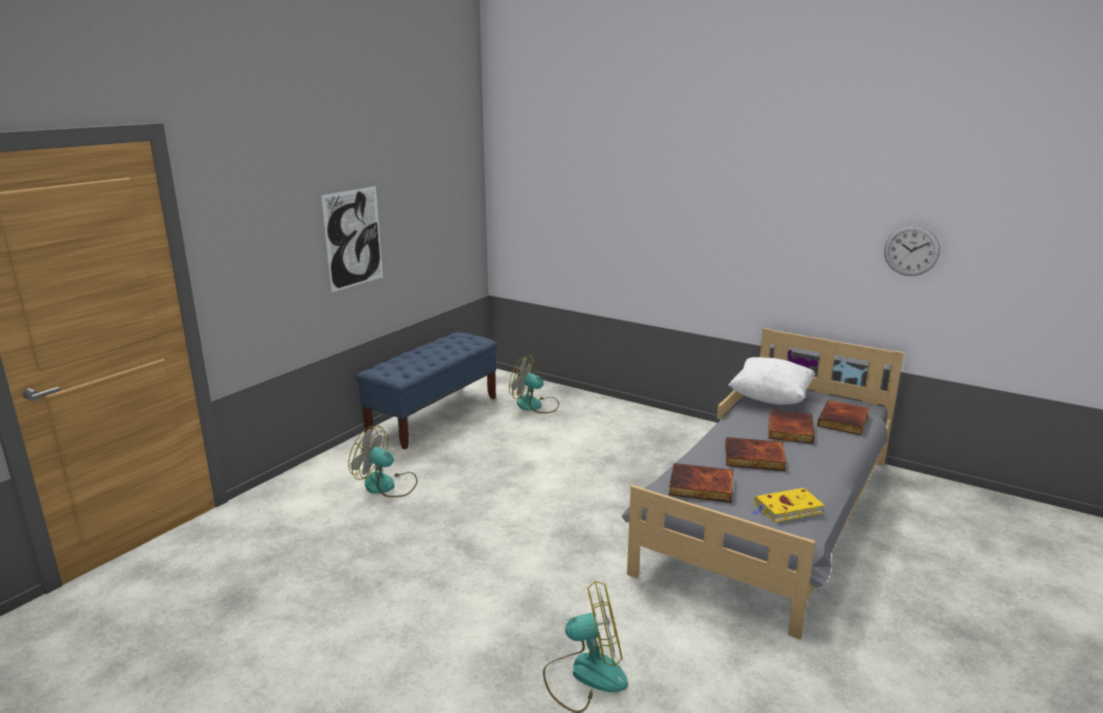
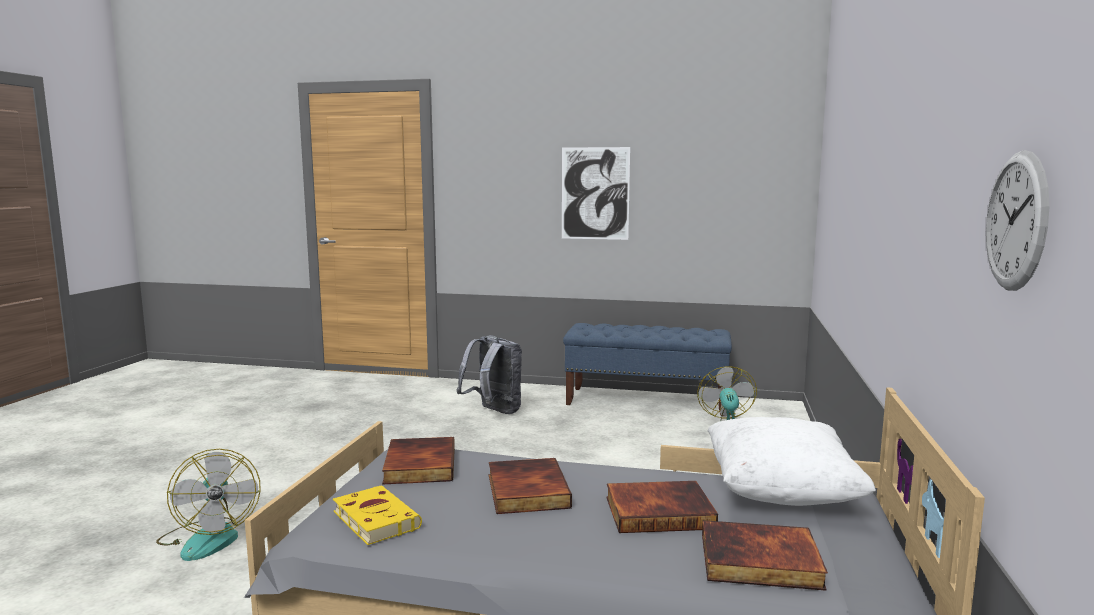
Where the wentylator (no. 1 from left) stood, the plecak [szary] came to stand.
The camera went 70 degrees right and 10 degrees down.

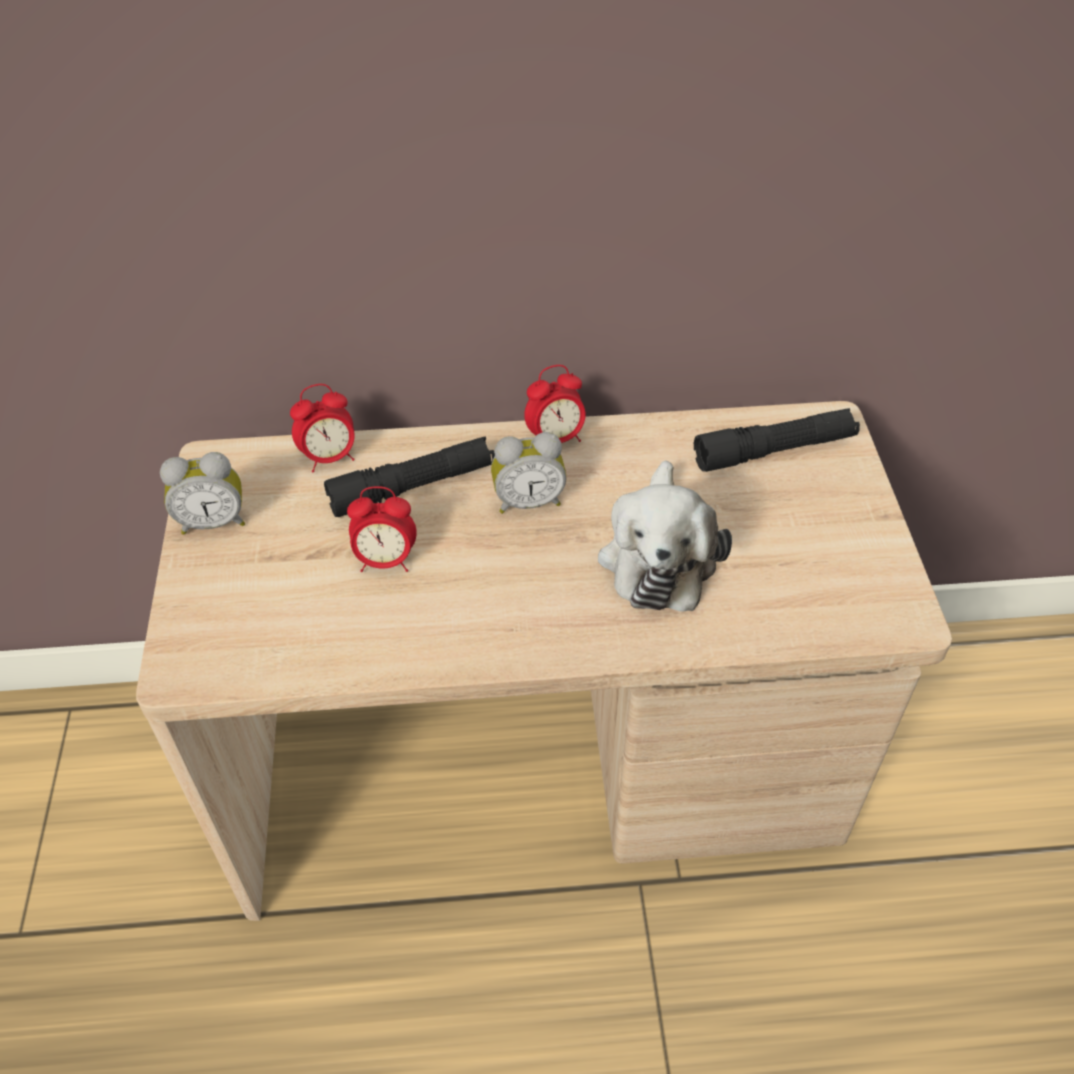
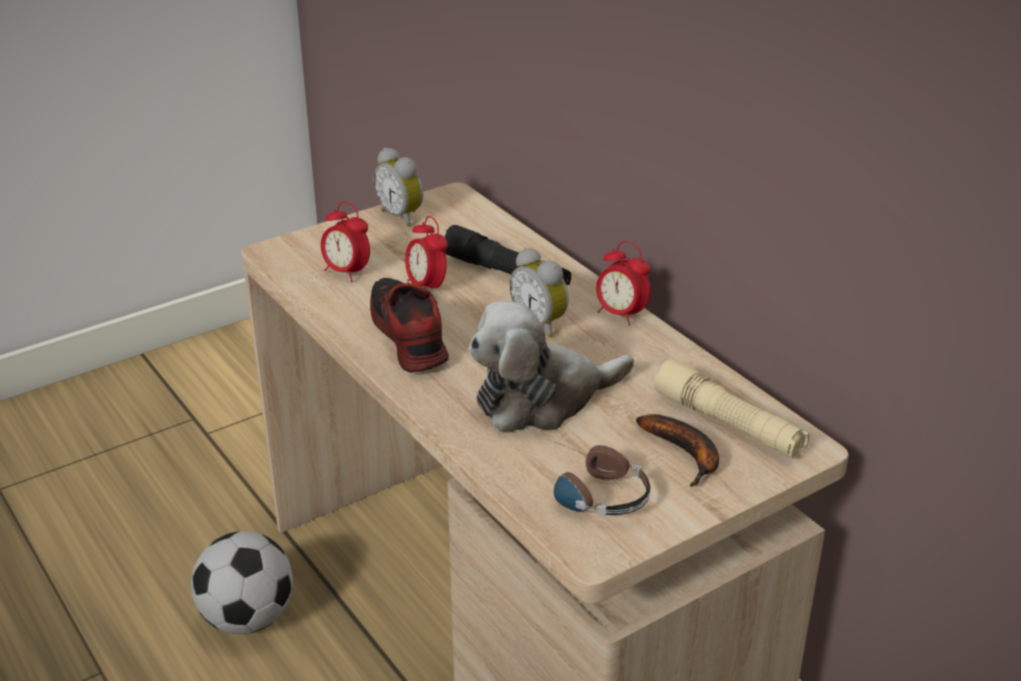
The second view gained the piłka futbolowa.
The second view gained the but.
The second view gained the słuchawki.
The second view gained the banan.
The budzik (no. 2 from left in the first image) ended up elsewhere.
What was the latarka [czarny] (no. 2 from left) turned into the latarka [beżowy].
The camera went 60 degrees right and 15 degrees down.

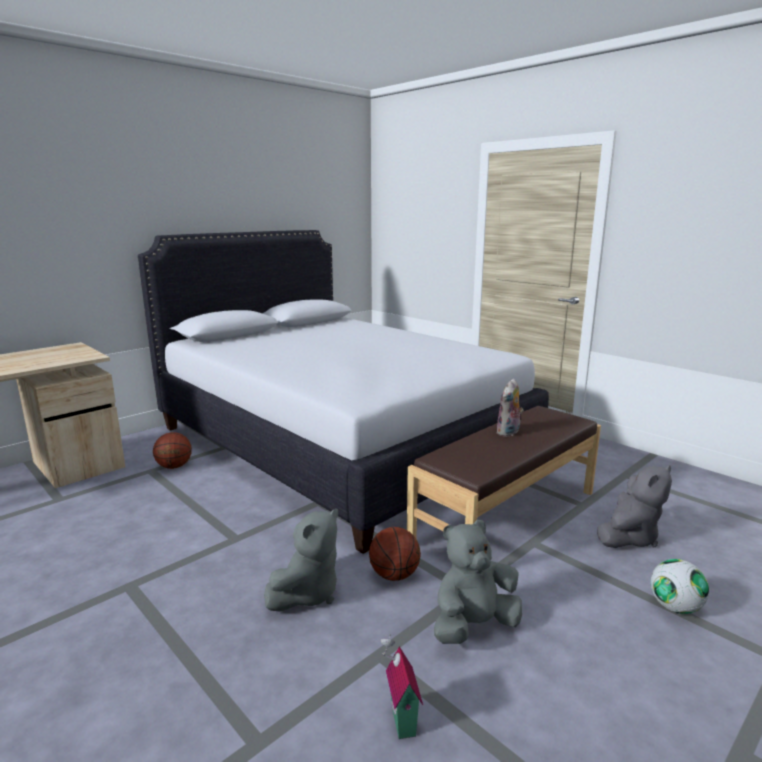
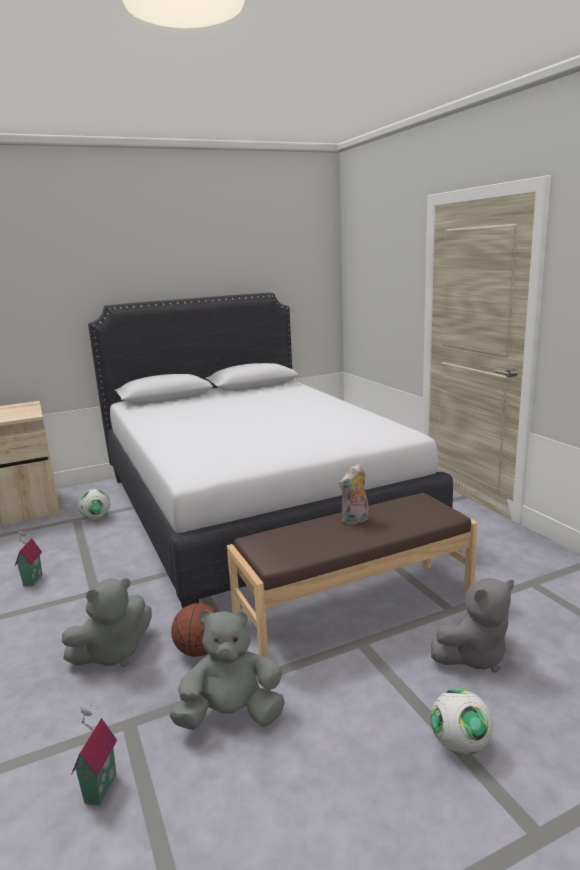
The second view gained the domek (no. 1 from left).
Where the piłka do koszykówki (no. 1 from left) stood, the piłka futbolowa (no. 1 from left) came to stand.
The camera went 20 degrees right and 0 degrees up.

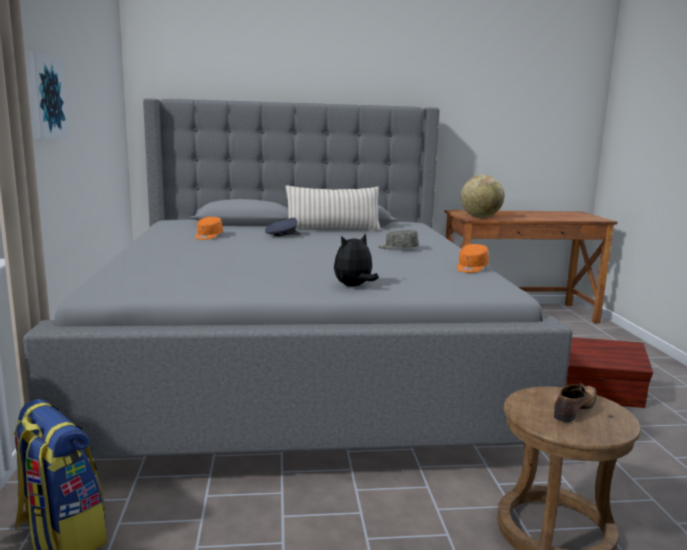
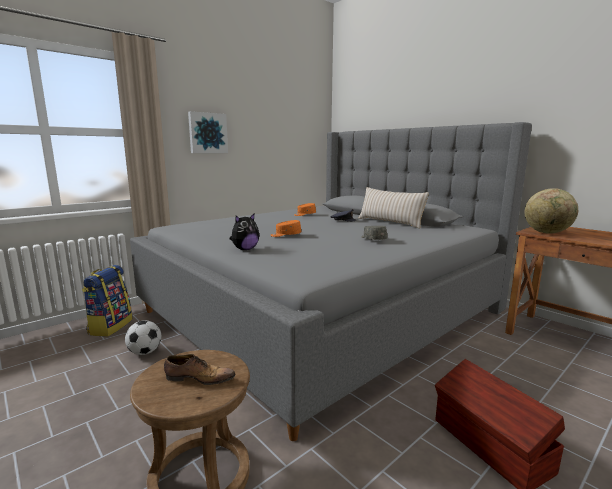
The second view gained the piłka futbolowa.
The czapka z daszkiem [pomarańczowy] (no. 2 from left in the first image) ended up elsewhere.
The pluszak ended up facing another way, 120 degrees clockwise from before.
The camera went 55 degrees right and 0 degrees up.

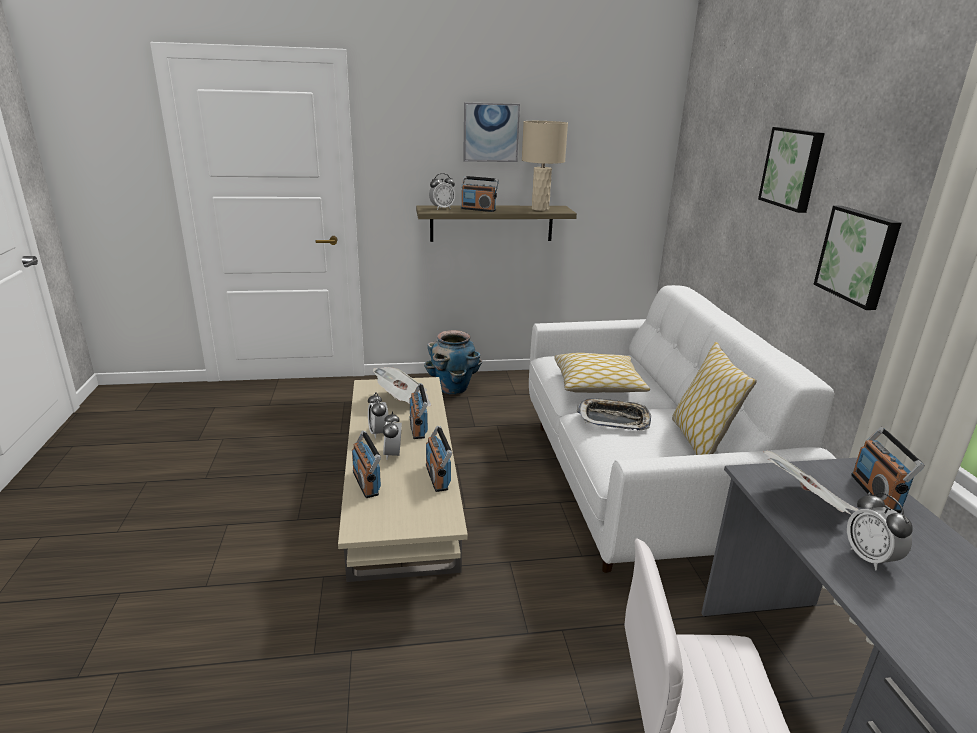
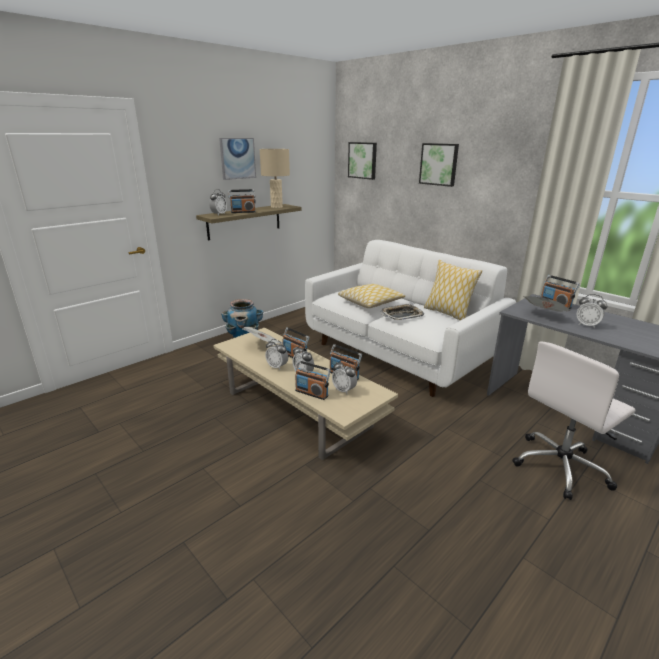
The second view gained the budzik (no. 4 from left).
The obraz (no. 3 from left in the first image) ended up elsewhere.
The camera went 35 degrees left and 0 degrees up.

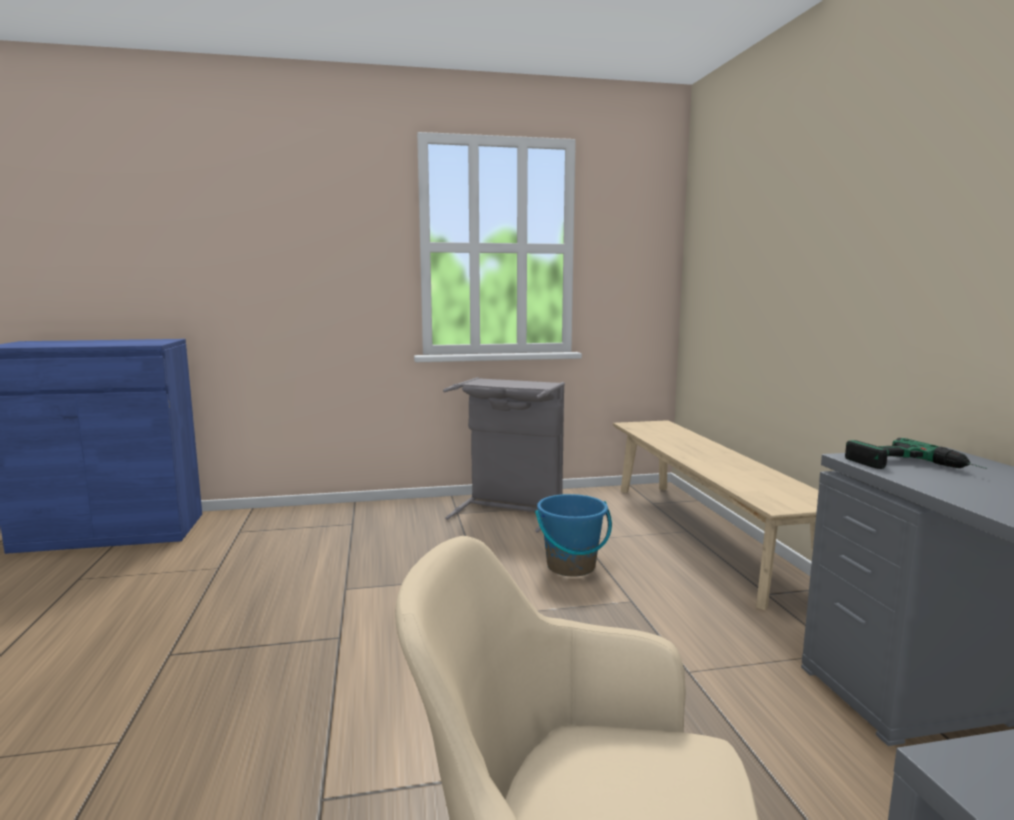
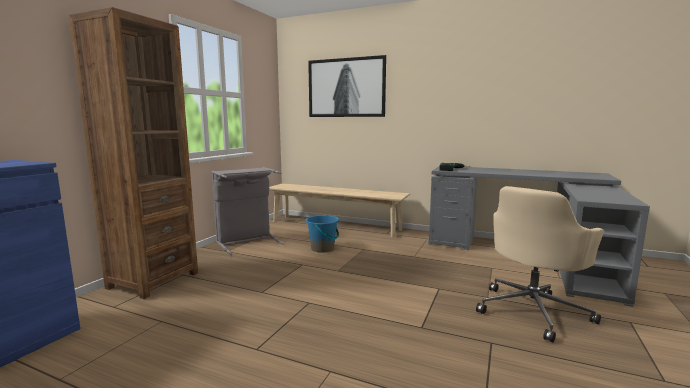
The second view gained the regał [brązowy].
The second view gained the obraz.
The camera went 55 degrees left and 0 degrees up.

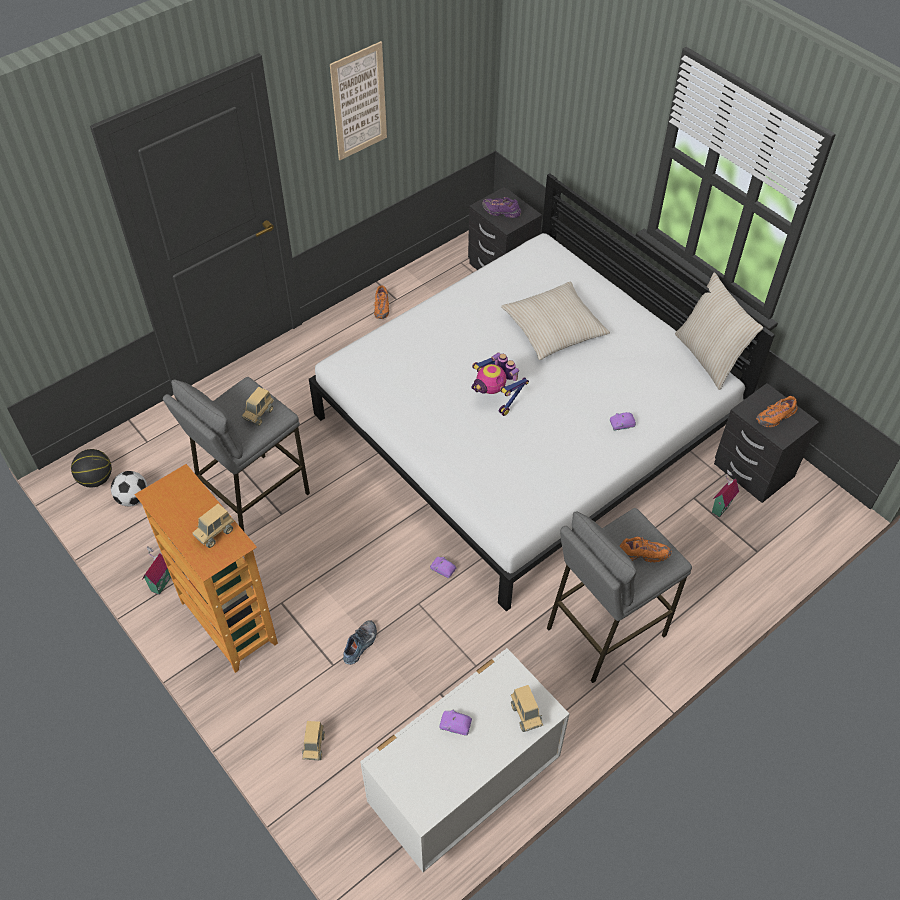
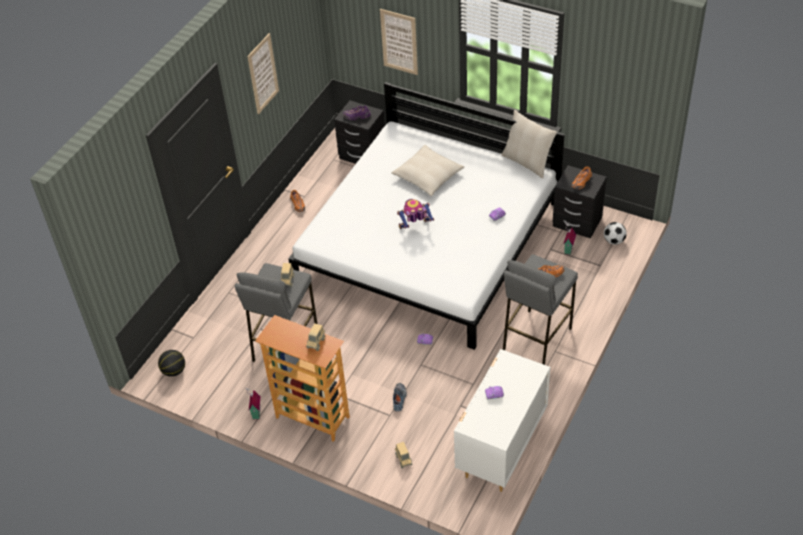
The second view lost the ciężarówka zabawkowa (no. 4 from left).
The second view gained the obraz (no. 2 from left).
The piłka futbolowa ended up elsewhere.
The robot zabawkowy ended up facing another way, 135 degrees clockwise from before.
The camera went 20 degrees left and 5 degrees down.

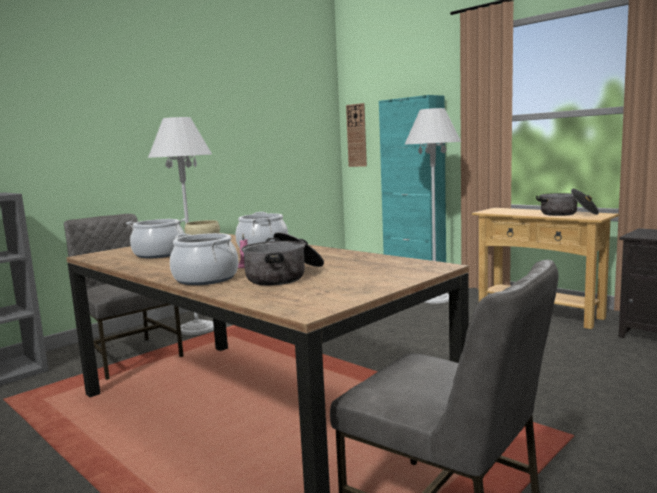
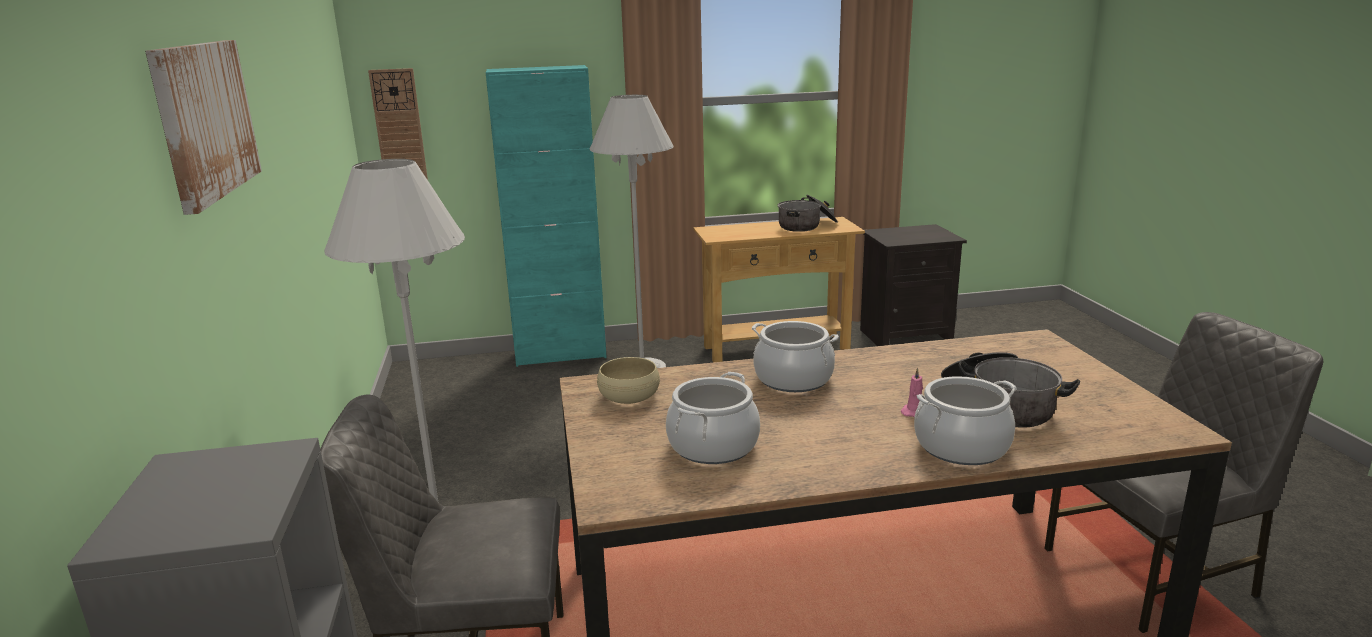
The second view gained the obraz.
The camera went 55 degrees left and 10 degrees up.

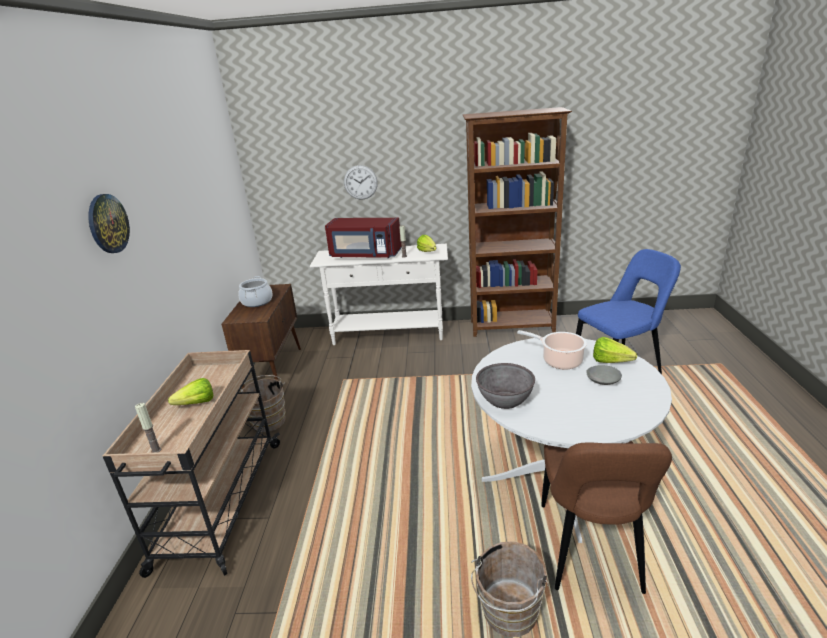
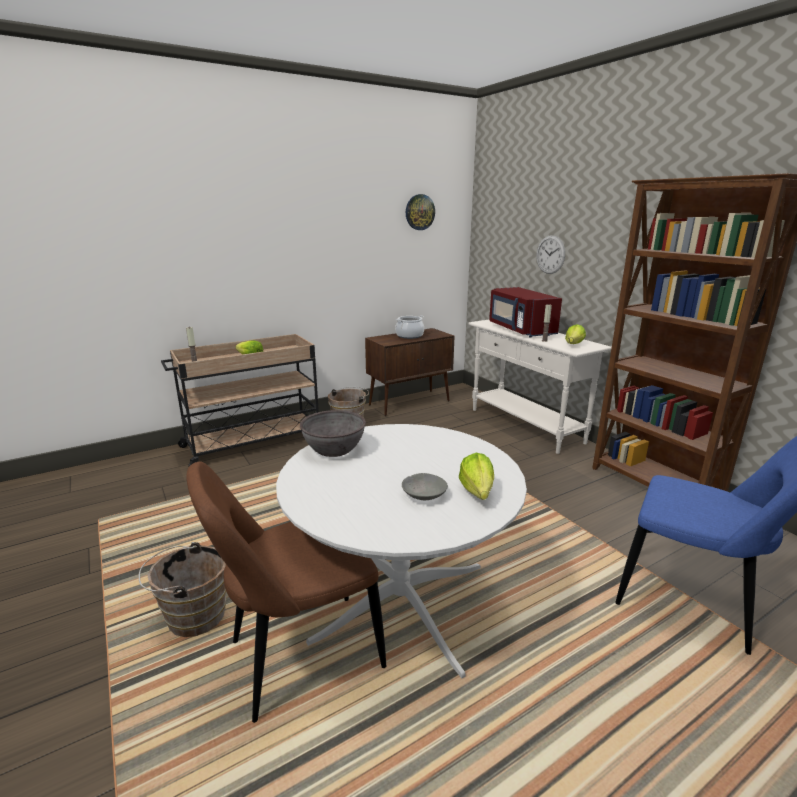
The second view lost the garnek (no. 2 from left).
The zegar ścienny (no. 1 from left) ended up elsewhere.
The camera went 55 degrees right and 5 degrees down.

